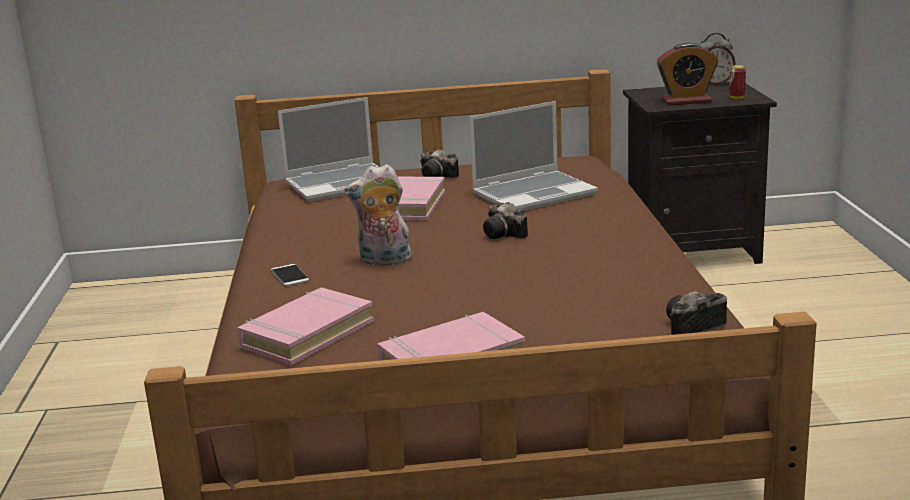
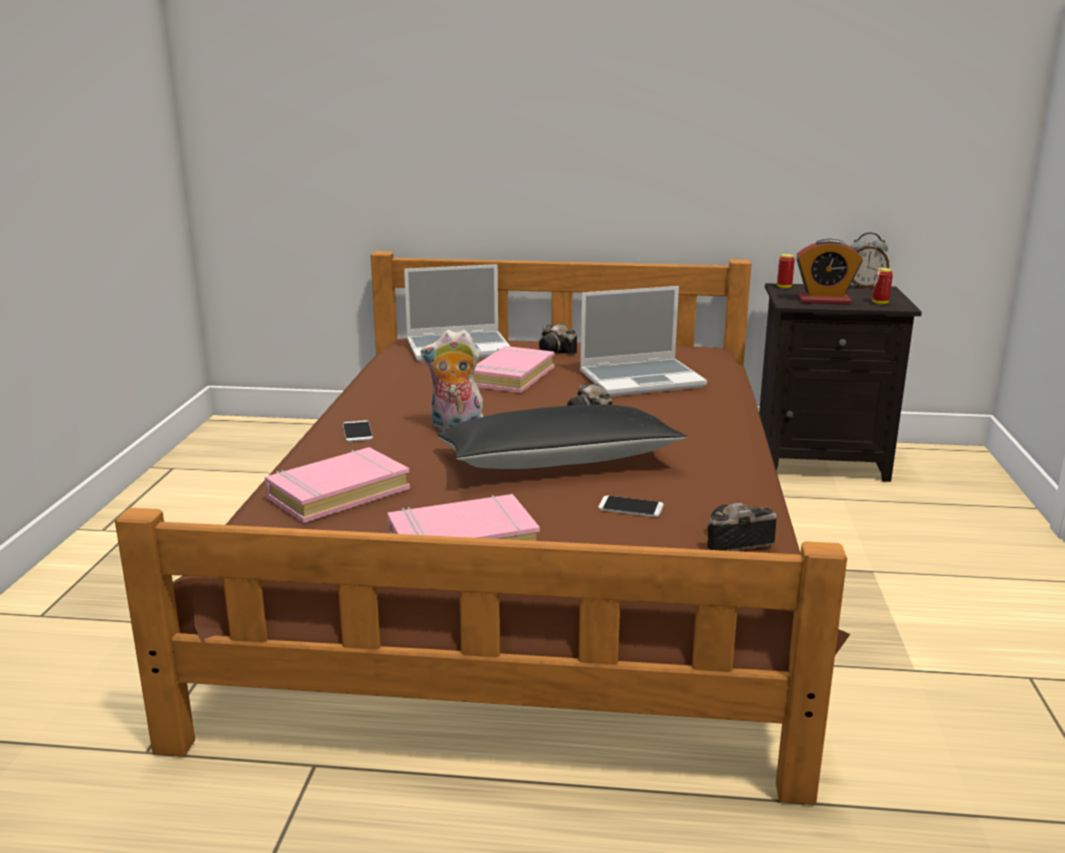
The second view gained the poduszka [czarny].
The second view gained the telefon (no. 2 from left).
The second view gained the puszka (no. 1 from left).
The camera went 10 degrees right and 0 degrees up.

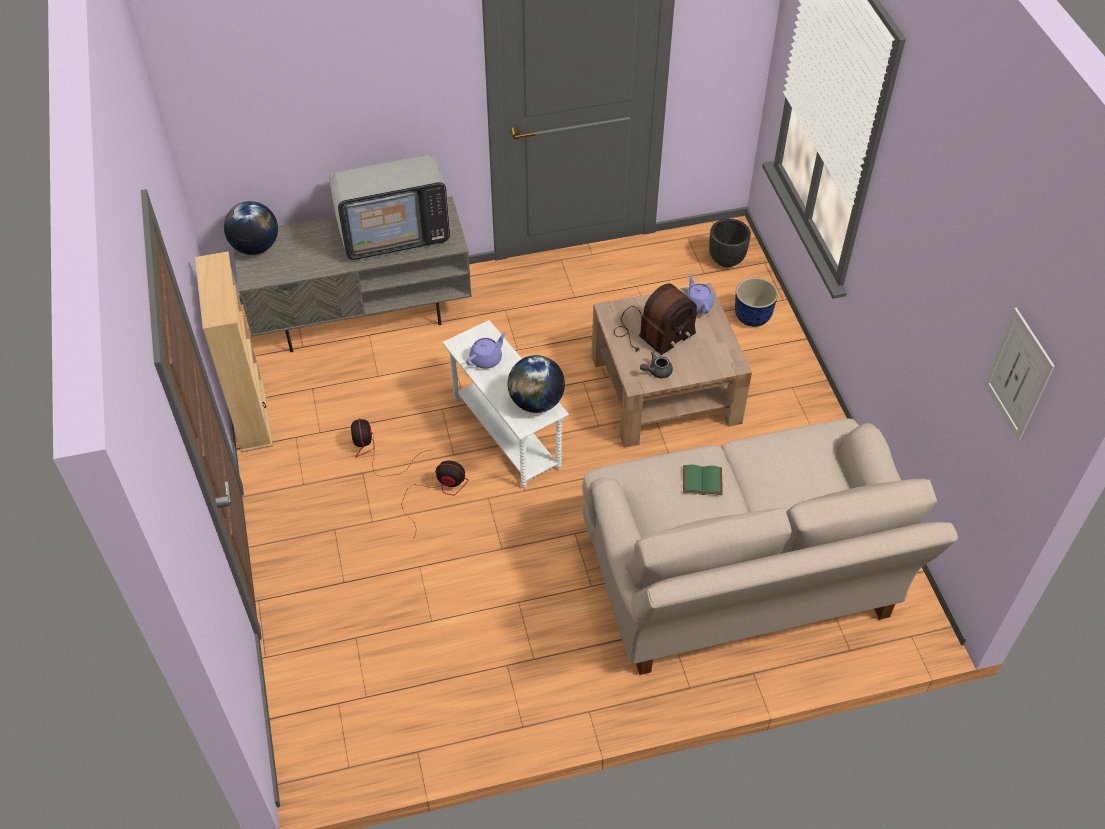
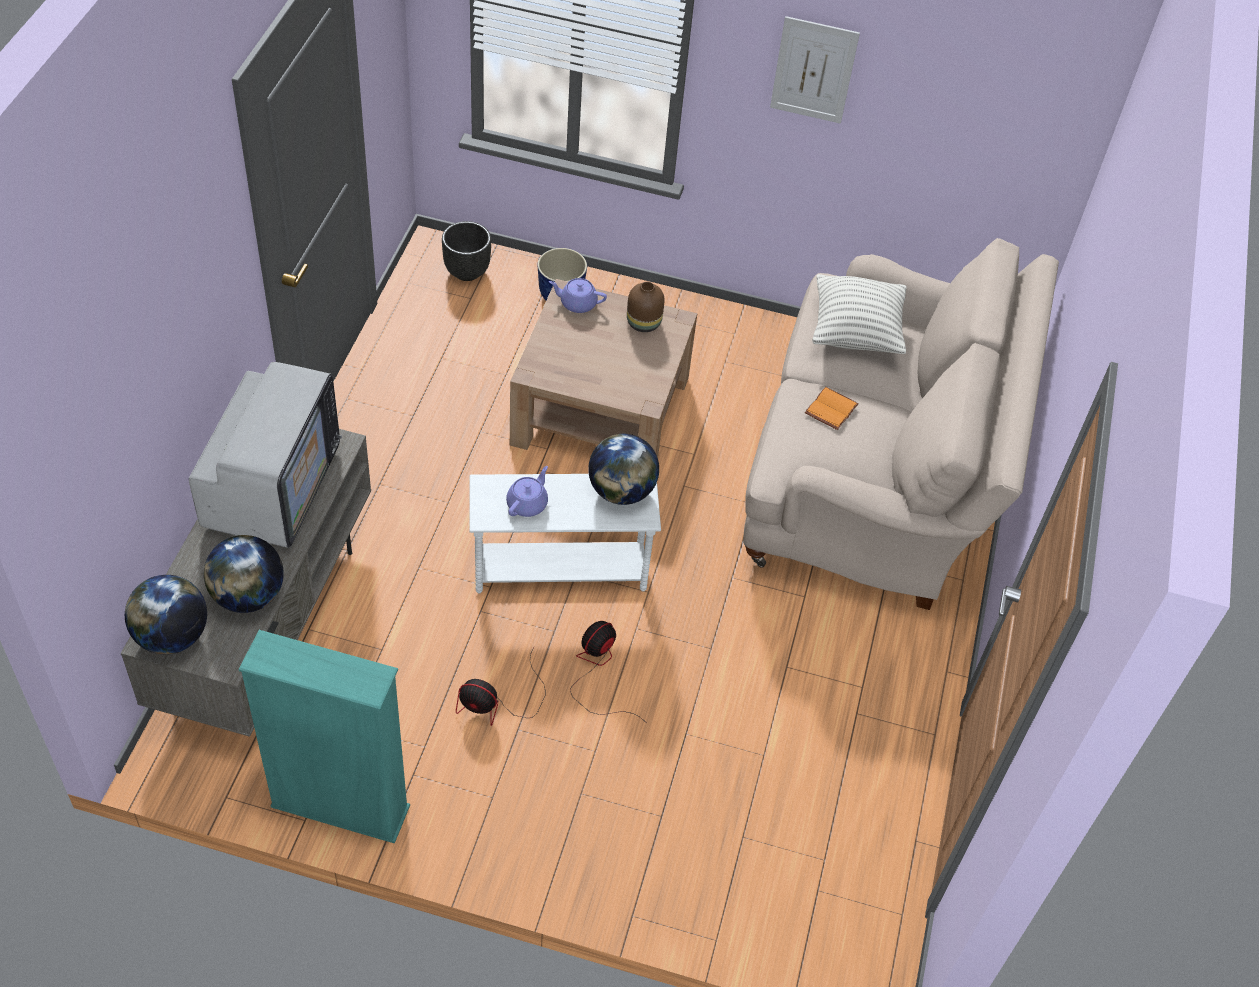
The second view lost the radio.
The second view lost the imbryk [szary].
The second view gained the globus (no. 2 from left).
The second view gained the wazon [brązowy].
The second view gained the poduszka.
The obraz ended up elsewhere.
What was the regał [beżowy] turned into the regał [turkusowy].
What was the książka [zielony] turned into the książka [pomarańczowy].
The imbryk [fioletowy] (no. 1 from left) ended up facing another way, 45 degrees clockwise from before.
The camera went 65 degrees left and 0 degrees up.

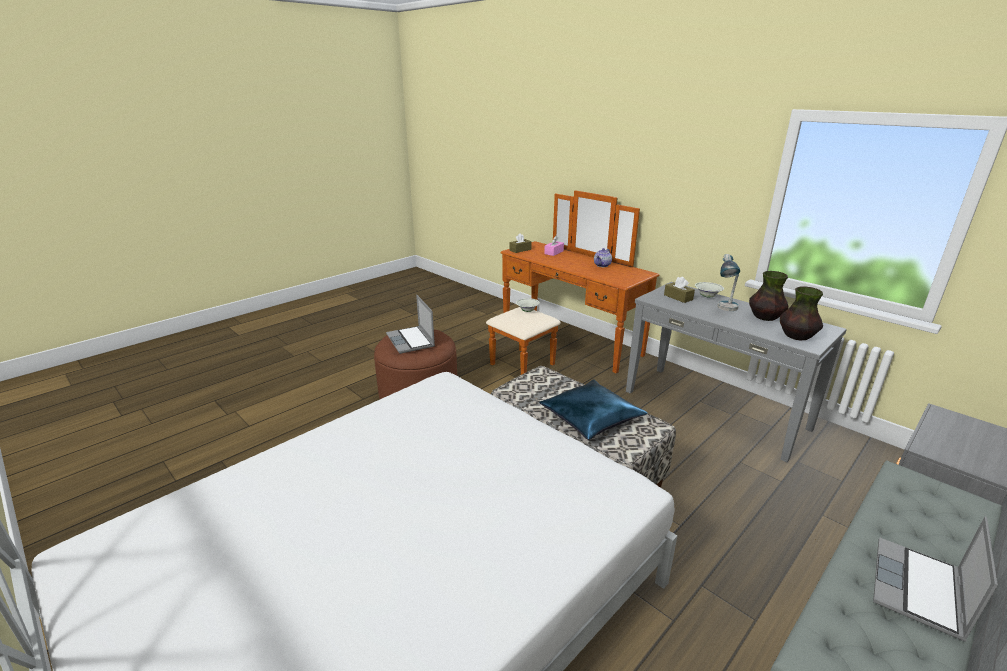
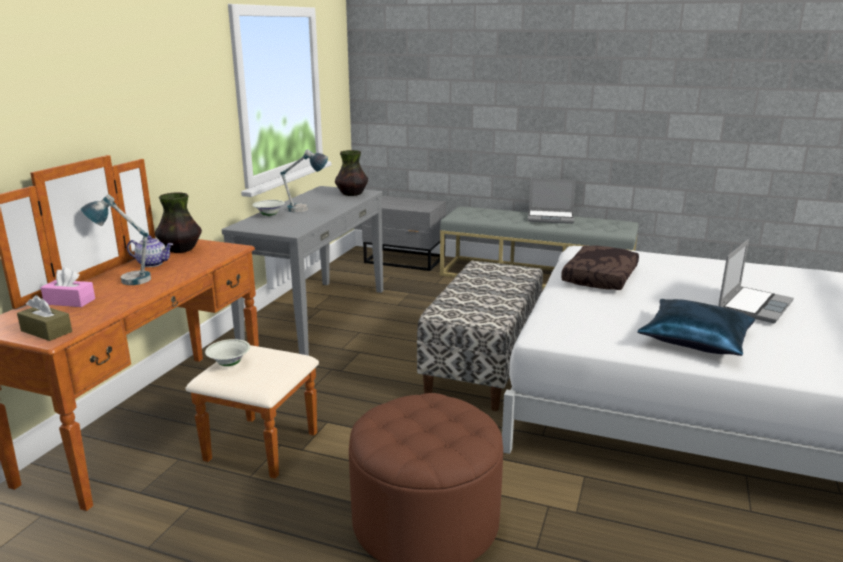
The second view lost the pudełko chusteczek [brązowy] (no. 2 from left).
The second view gained the lampa stołowa (no. 1 from left).
The second view gained the poduszka [brązowy].
The laptop (no. 1 from left in the first image) ended up elsewhere.
The poduszka [niebieski] ended up elsewhere.
The wazon (no. 1 from left) ended up elsewhere.
The camera went 115 degrees left and 5 degrees down.

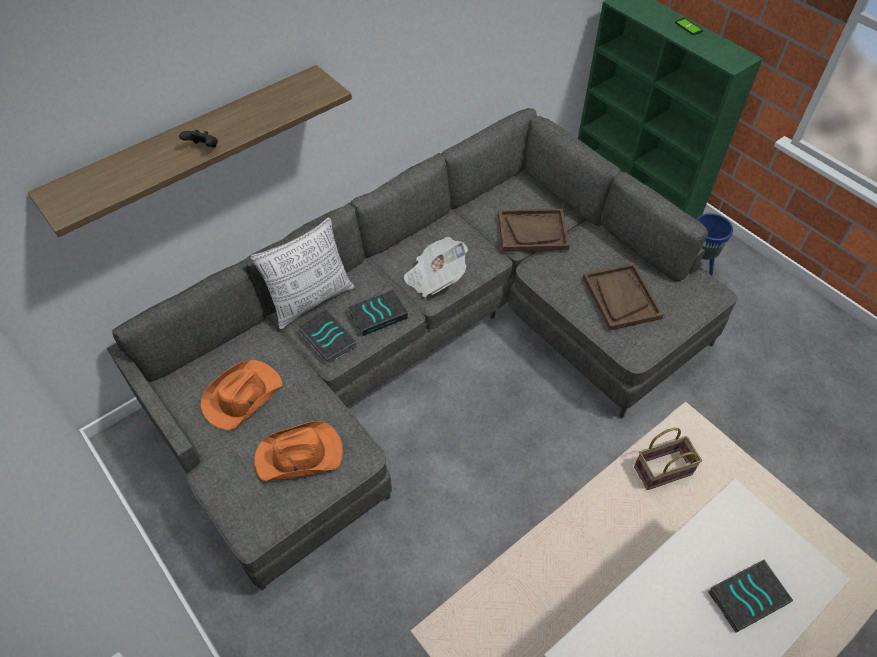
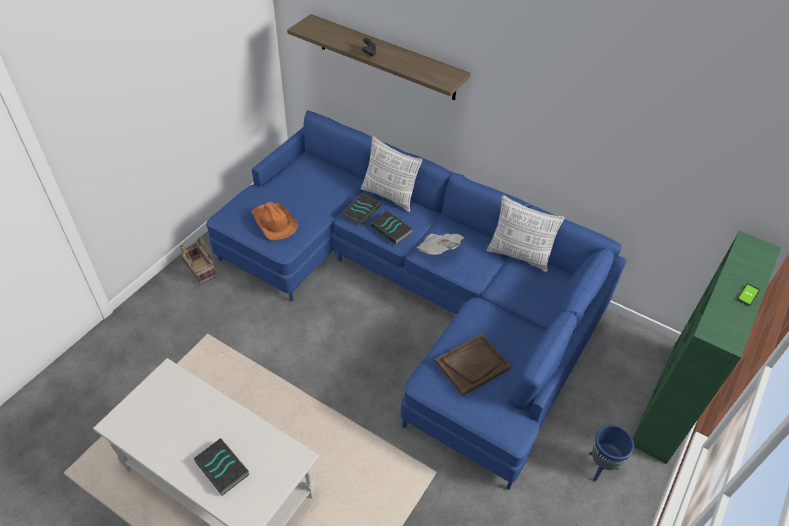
The second view lost the kapelusz [pomarańczowy] (no. 1 from left).
The second view lost the taca [brązowy] (no. 1 from left).
The second view gained the poduszka (no. 2 from left).
The koszyk ended up elsewhere.
What was the kanapa [szary] turned into the kanapa [niebieski].
The camera went 70 degrees right and 5 degrees down.

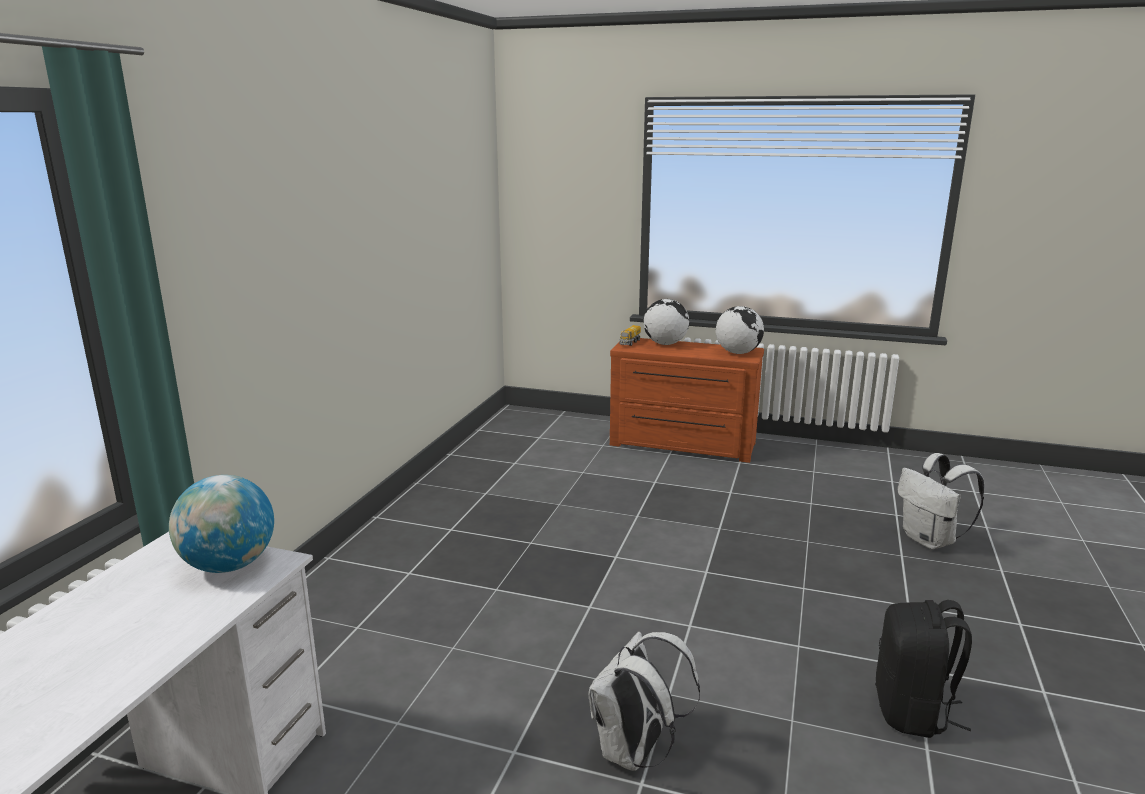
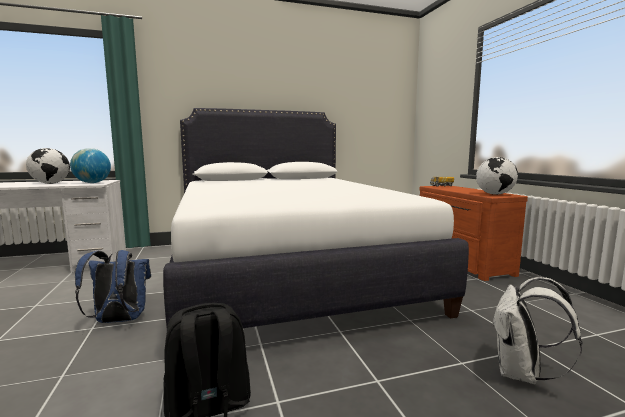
The second view gained the łóżko [biały].
The globus (no. 2 from left in the first image) ended up elsewhere.
What was the plecak [biały] (no. 1 from left) turned into the plecak [niebieski].
The camera went 55 degrees right and 10 degrees down.

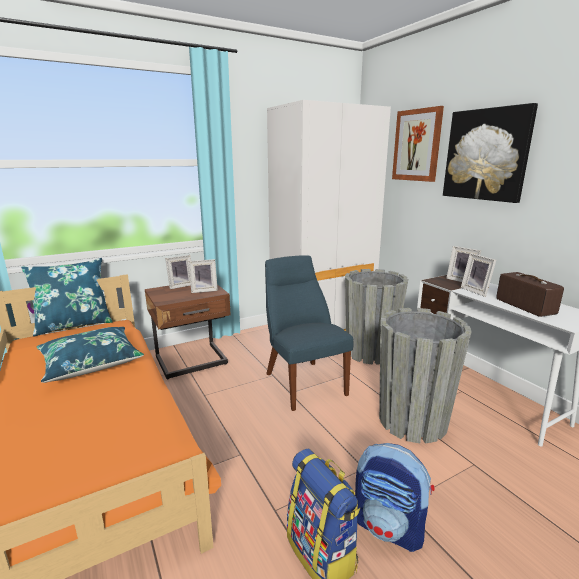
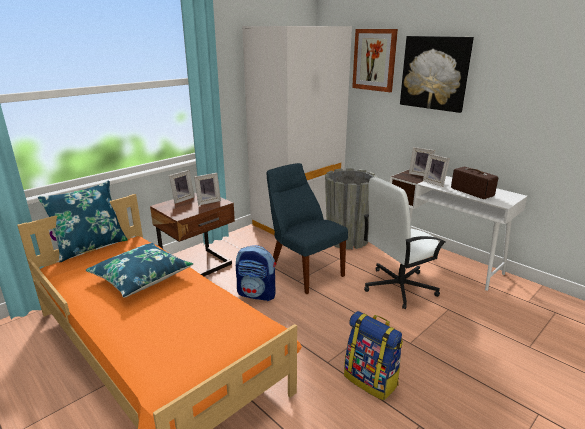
The plecak (no. 2 from left in the first image) ended up elsewhere.
Where the donica [szary] (no. 2 from left) stood, the krzesło biurowe [biały] came to stand.
The camera went 15 degrees left and 5 degrees up.

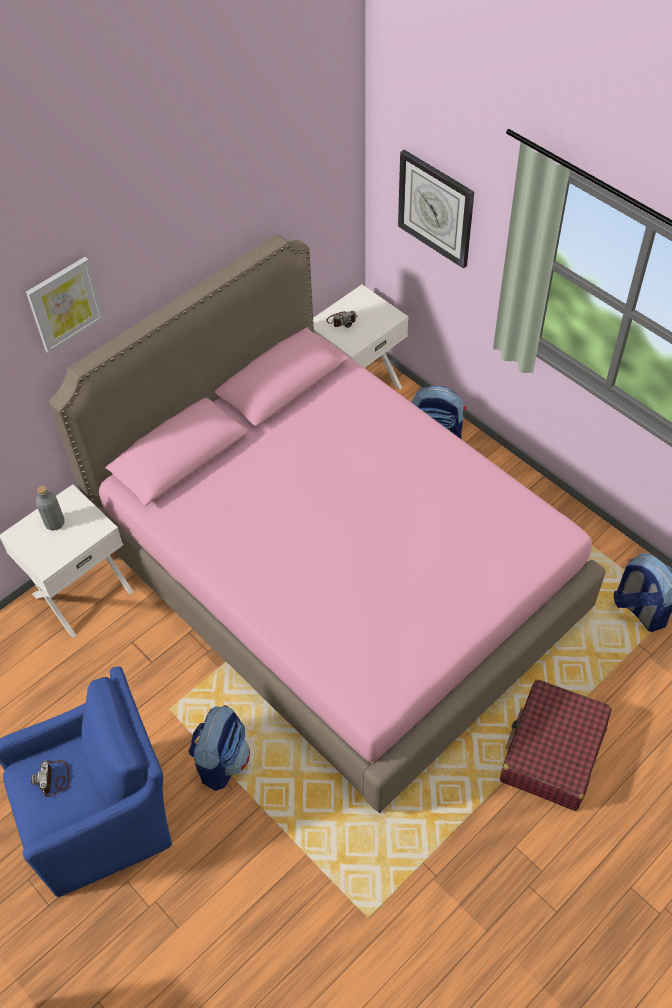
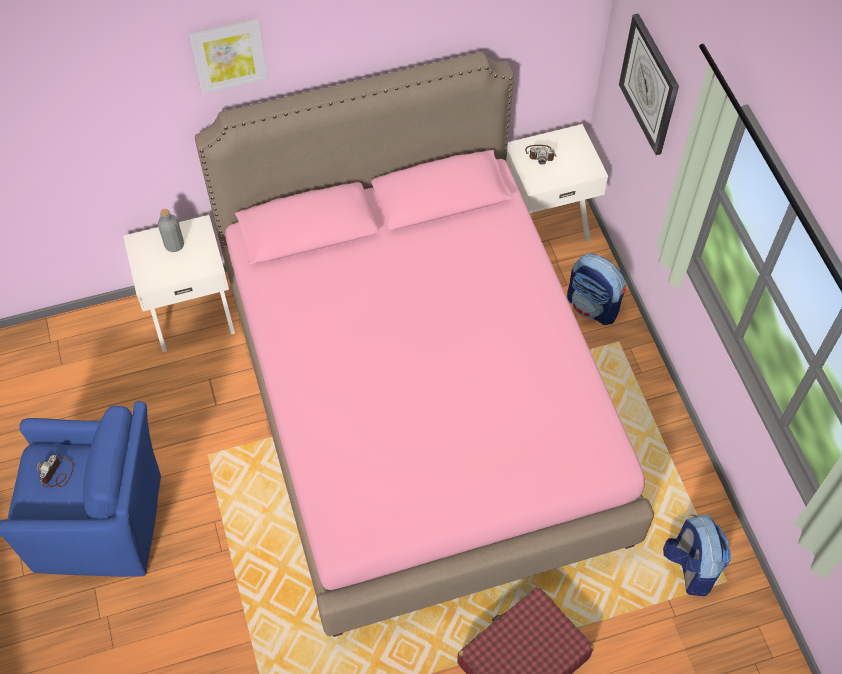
The second view lost the plecak (no. 1 from left).
The camera went 25 degrees right and 5 degrees up.

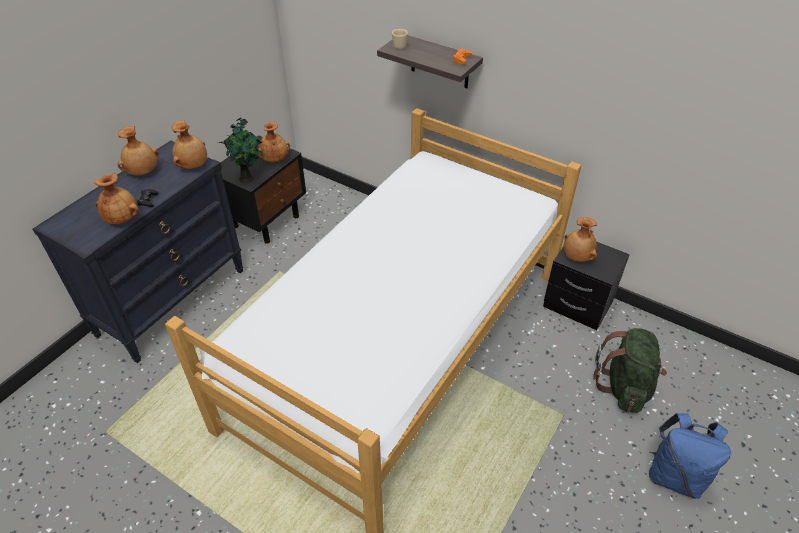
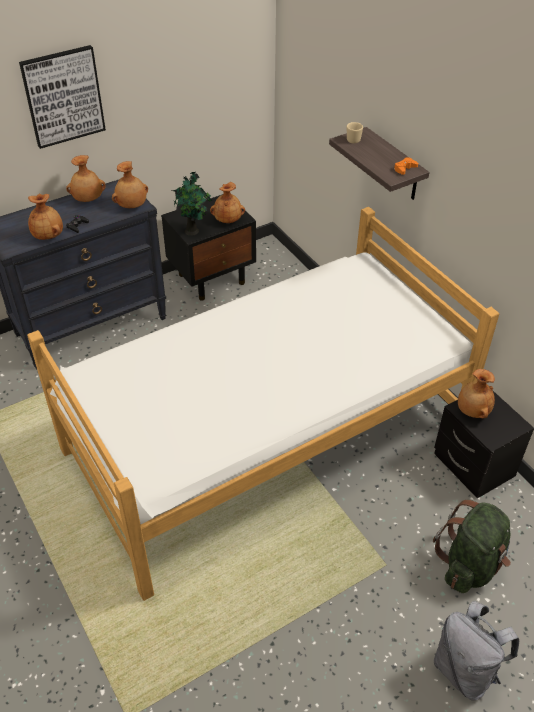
The second view gained the obraz.
What was the plecak [niebieski] turned into the plecak [szary].
The camera went 25 degrees right and 0 degrees up.

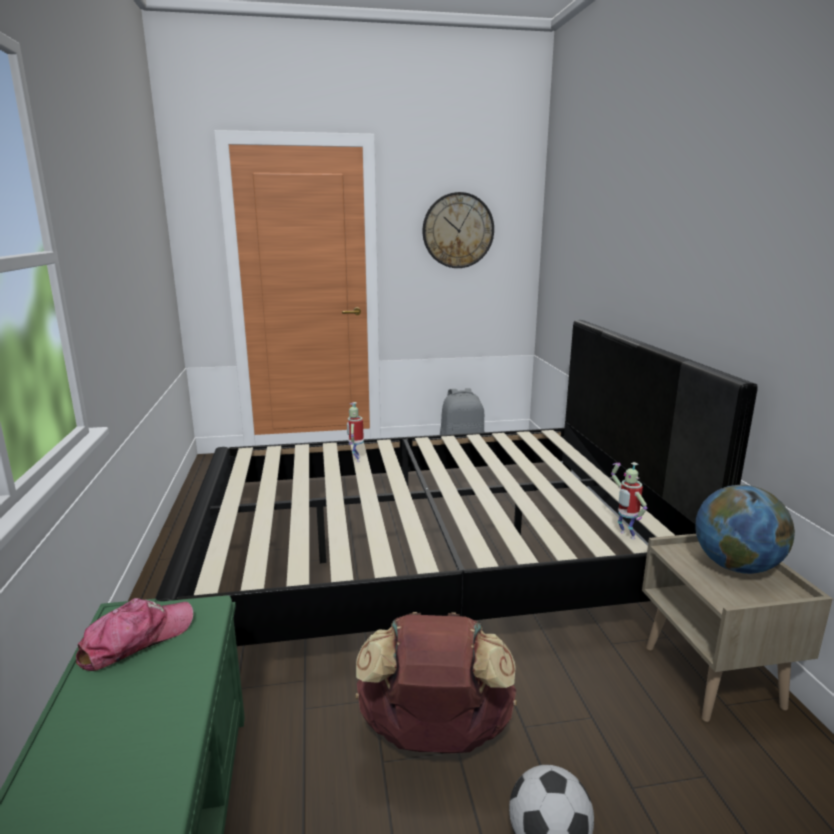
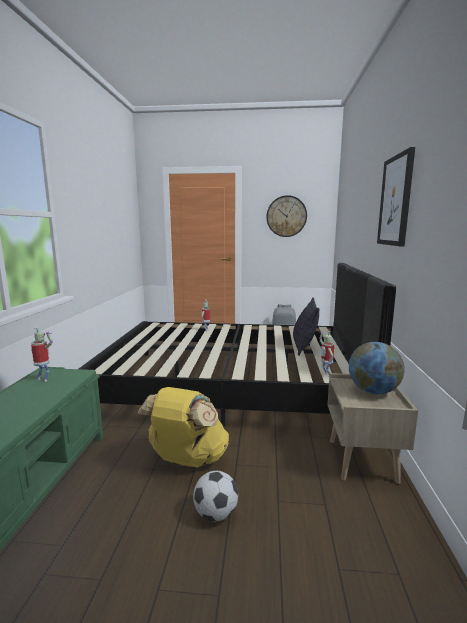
The second view gained the poduszka.
The second view gained the obraz.
Where the czapka z daszkiem stood, the robot zabawkowy (no. 1 from left) came to stand.
What was the plecak [brązowy] turned into the plecak [żółty].
The camera went 15 degrees right and 5 degrees down.

